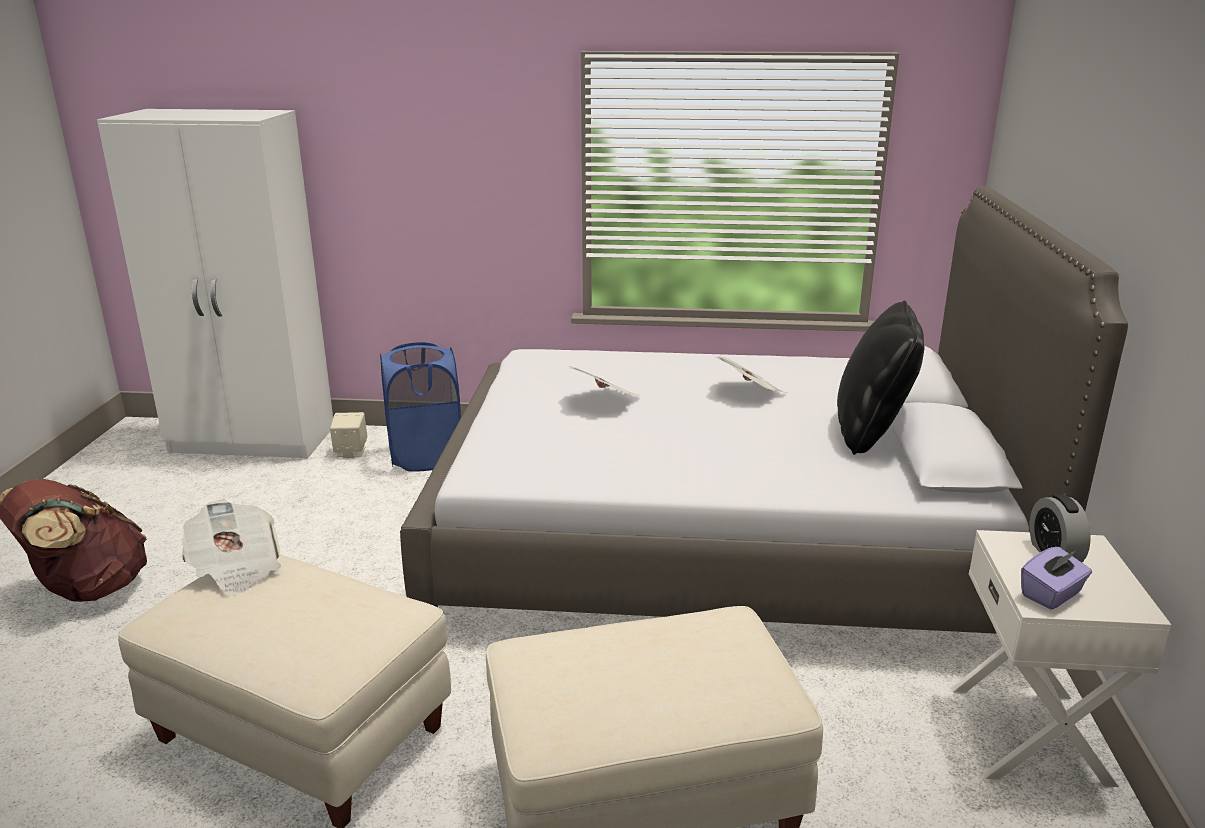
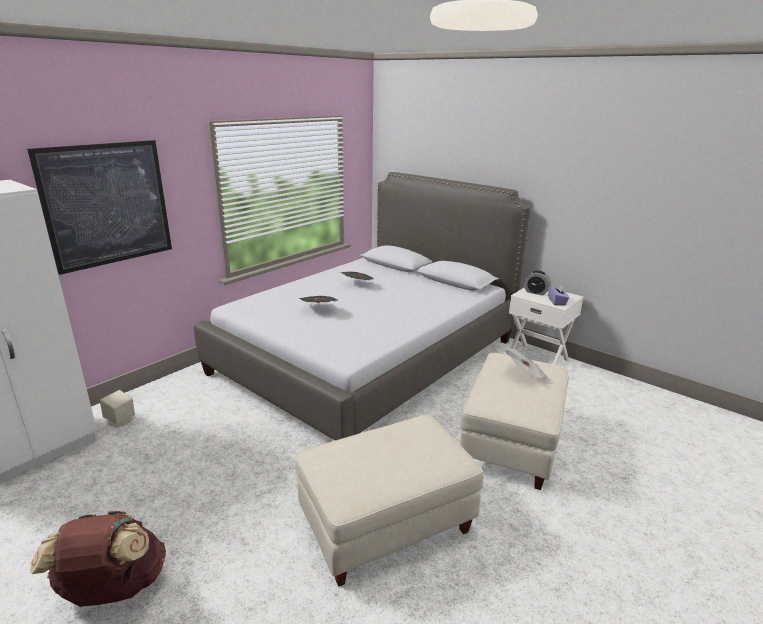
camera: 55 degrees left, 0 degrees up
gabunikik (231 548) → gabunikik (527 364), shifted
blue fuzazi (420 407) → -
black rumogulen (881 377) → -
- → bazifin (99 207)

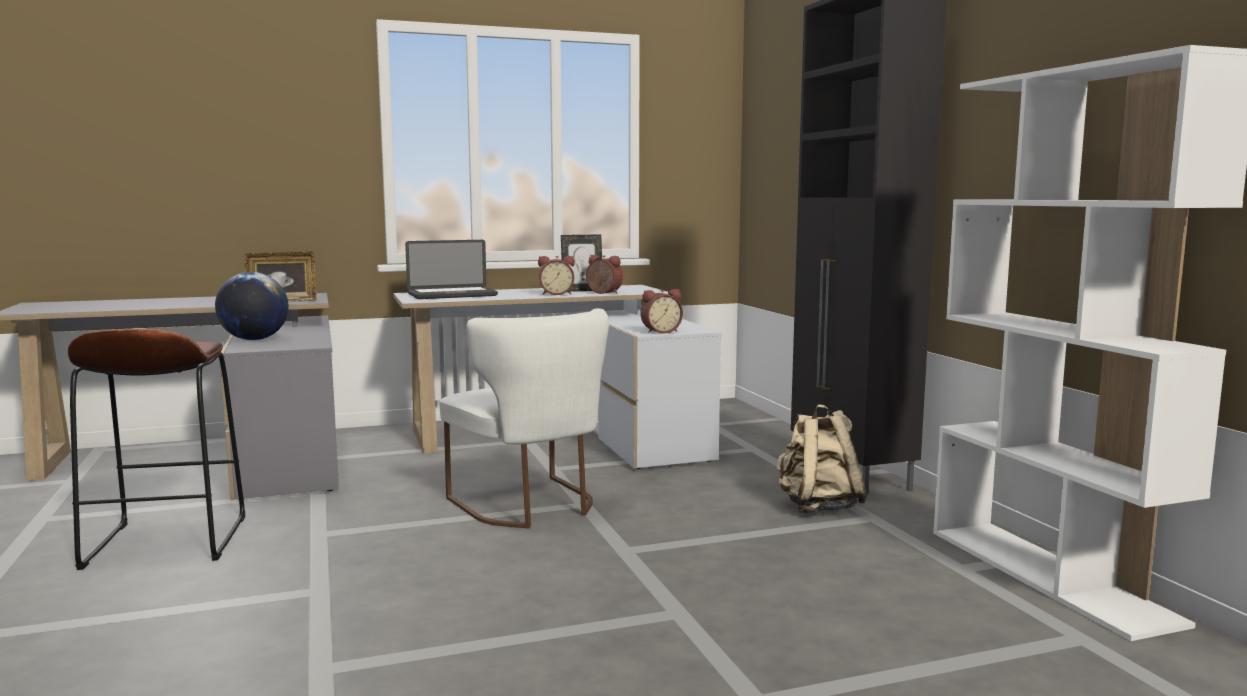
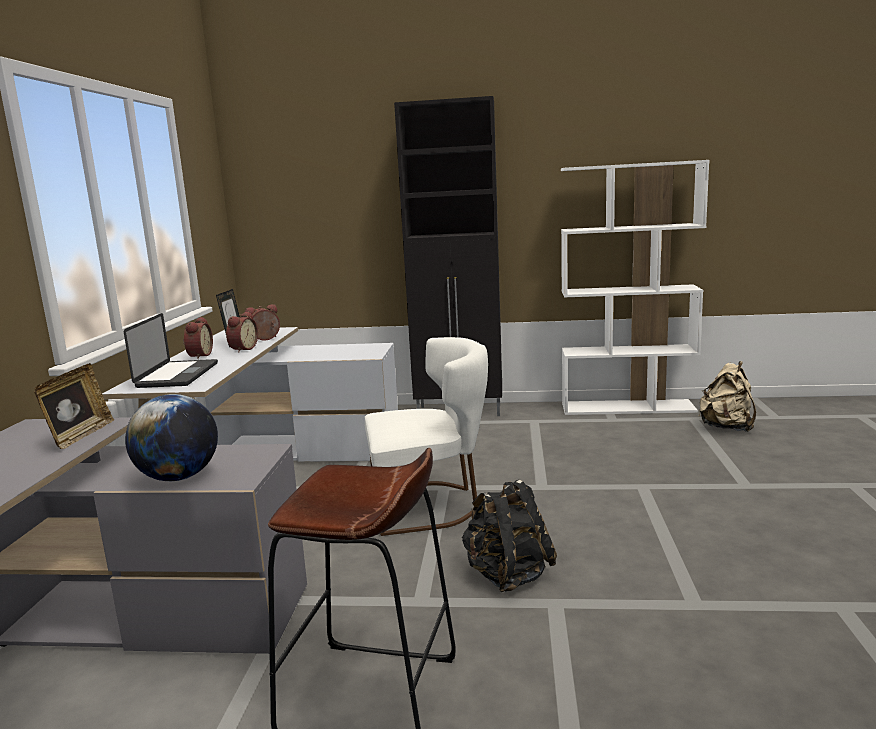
camera: 65 degrees left, 5 degrees up
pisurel (661 311) → pisurel (198 338), shifted
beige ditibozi (822 459) → beige ditibozi (727 396), shifted
- → black ditibozi (509 535)

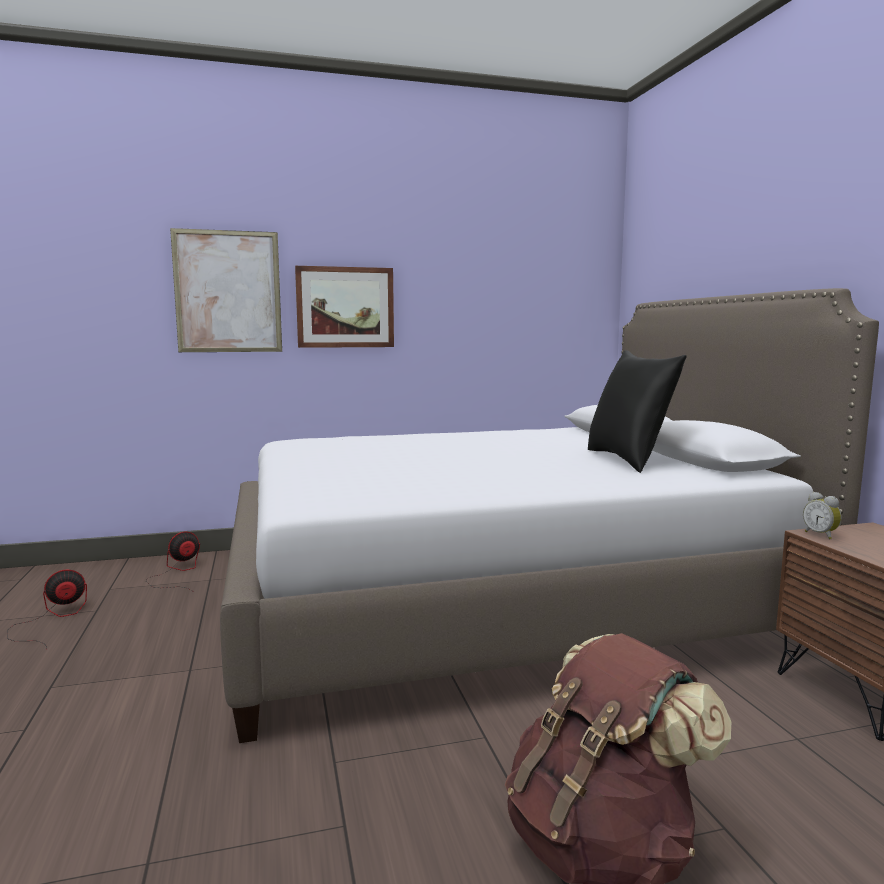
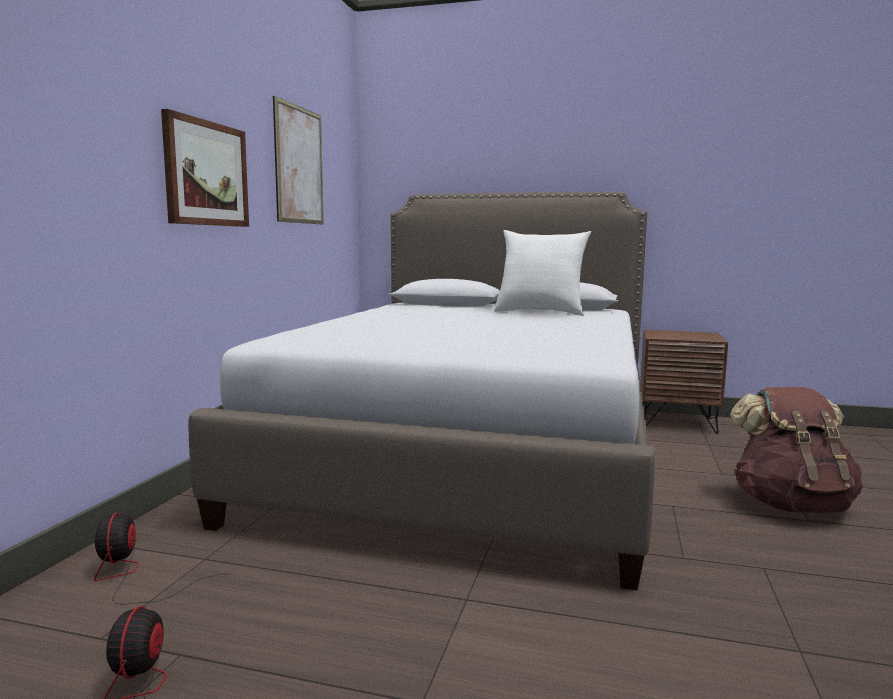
camera: 60 degrees left, 0 degrees up
bazifin (226 290) → bazifin (298 160), shifted
black rumogulen (637 411) → white rumogulen (542 273)
pisurel (822 515) → -

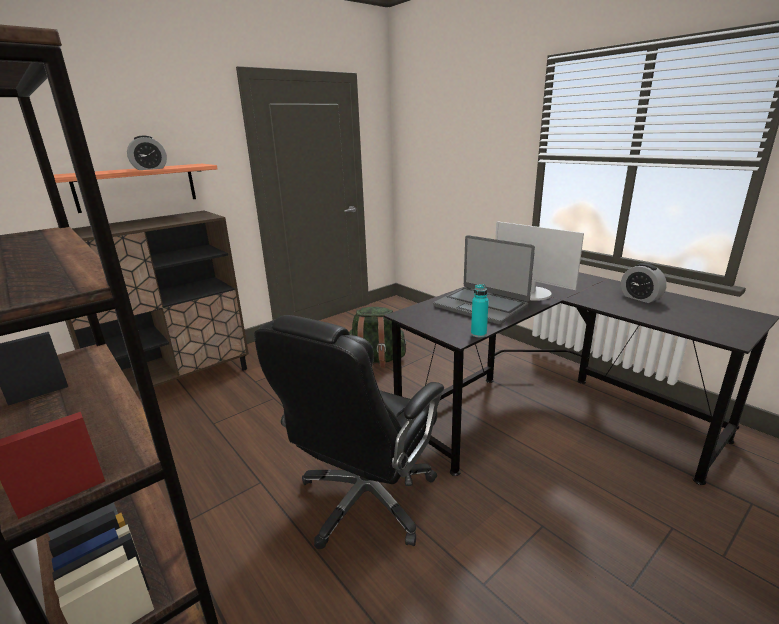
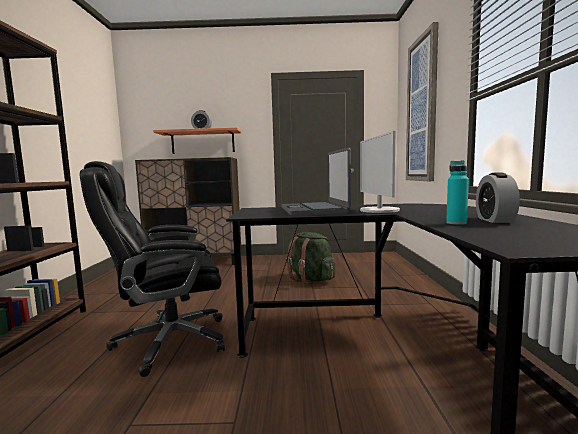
camera: 40 degrees right, 15 degrees down
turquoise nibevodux (480 310) → turquoise nibevodux (457 192), shifted
- → bazifin (422 101)

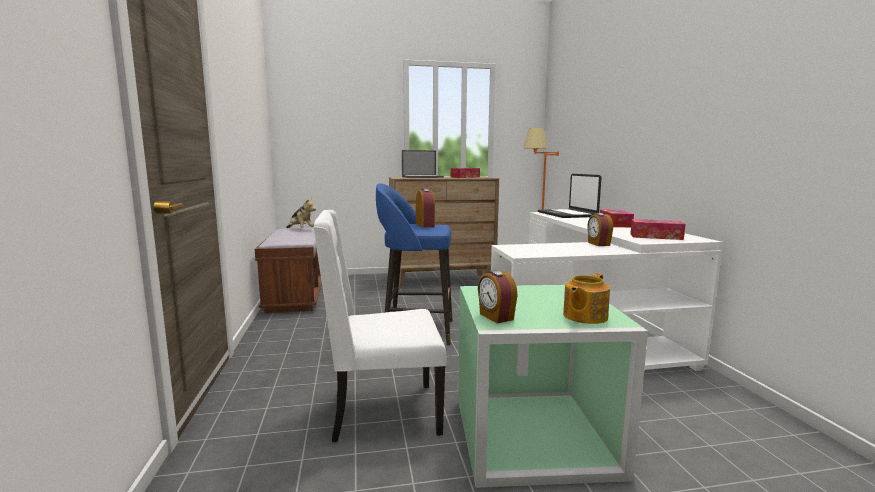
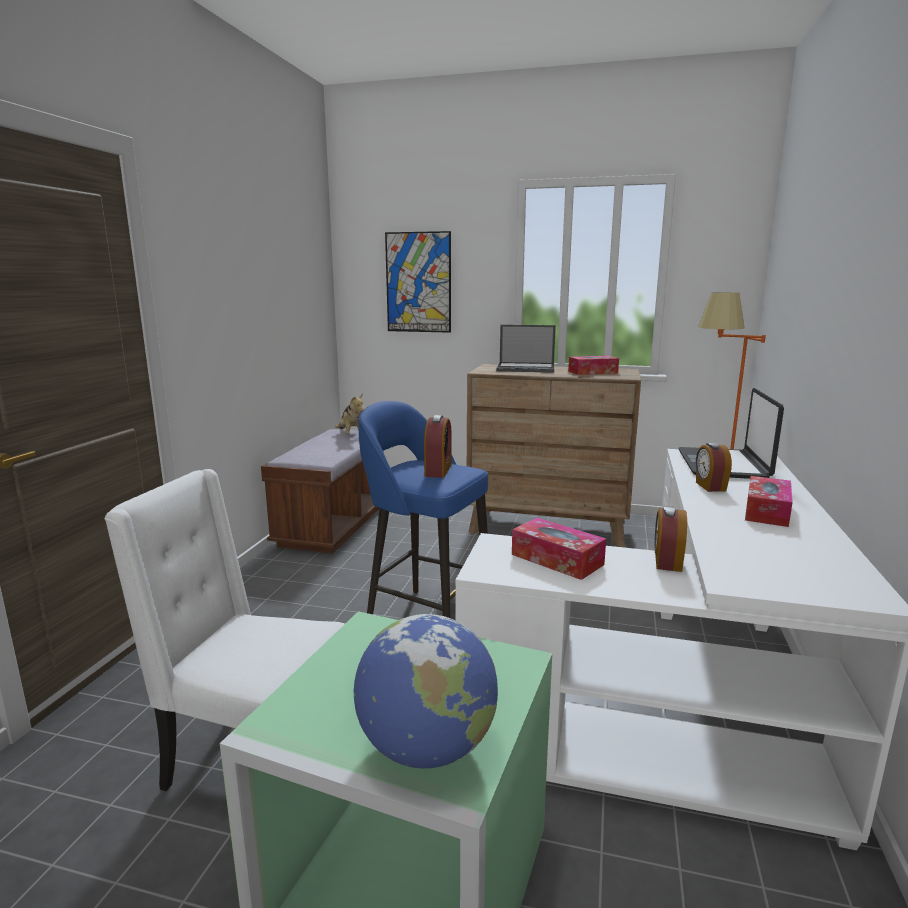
camera: 25 degrees right, 5 degrees up
pisurel (498 296) → pisurel (714 467), shifted
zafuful (586 298) → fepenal (426 691)
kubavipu (658 229) → kubavipu (559 549), shifted
- → bazifin (418 282)

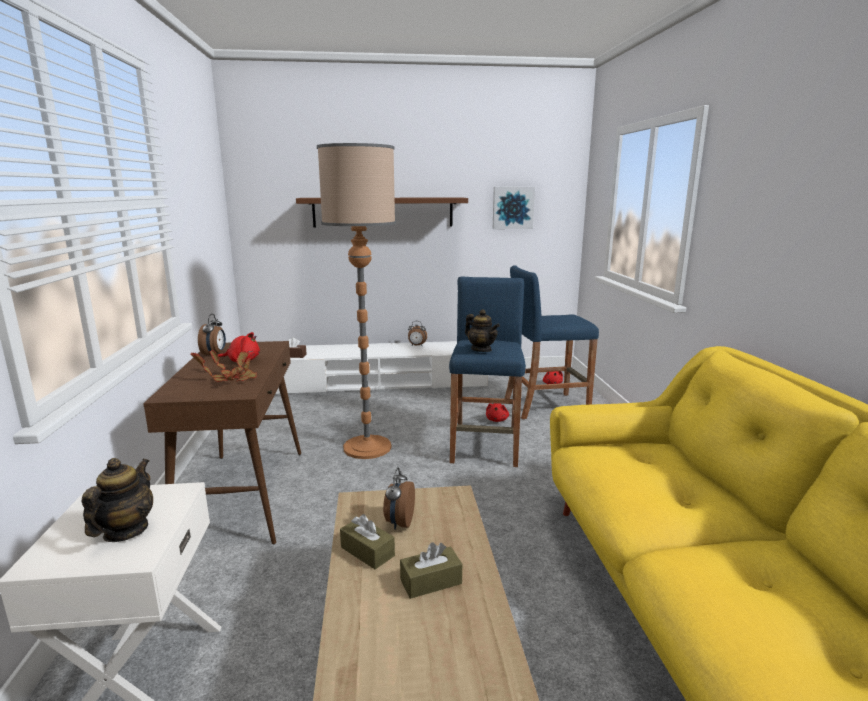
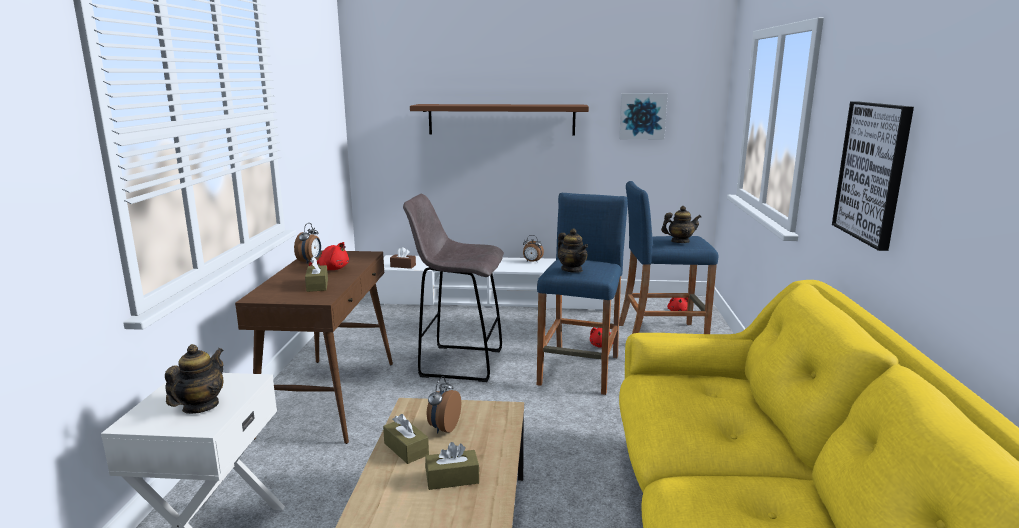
camera: 10 degrees right, 0 degrees up
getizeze (224 366) → brown kubavipu (316 274)
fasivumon (356 301) → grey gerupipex (453 288)
- → zafuful (681 224)
- → bazifin (873 176)

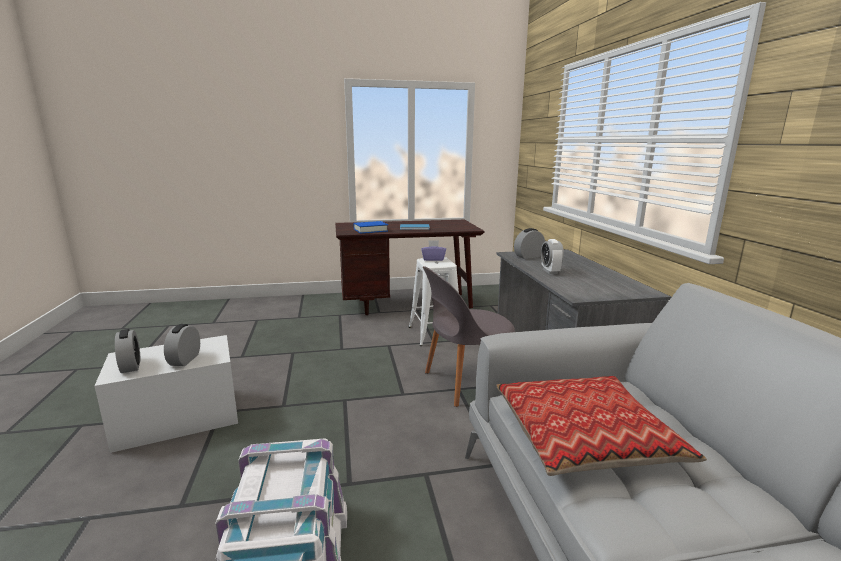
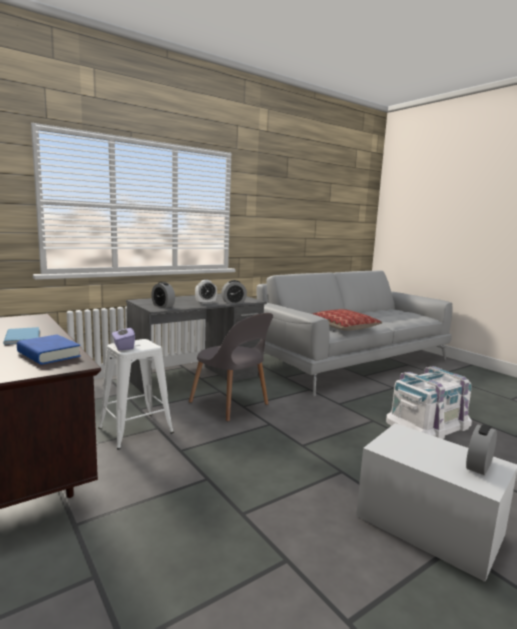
camera: 115 degrees left, 5 degrees down
pisurel (182 345) → pisurel (234 292), shifted

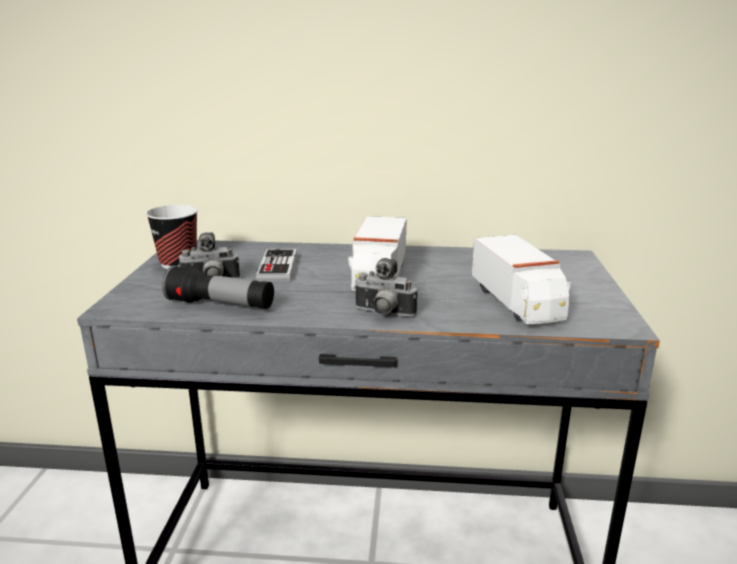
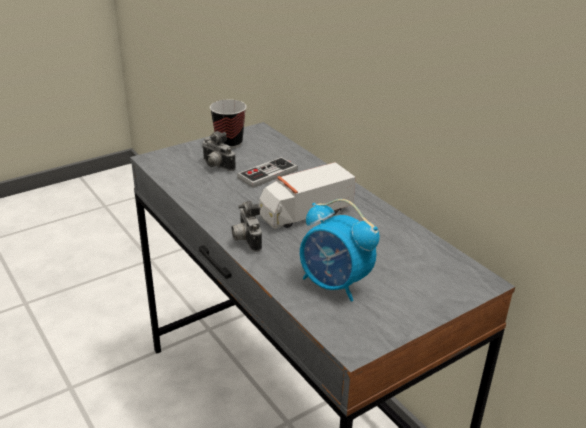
camera: 50 degrees right, 10 degrees up
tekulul (218 287) → -
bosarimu (521 279) → pisurel (340 250)

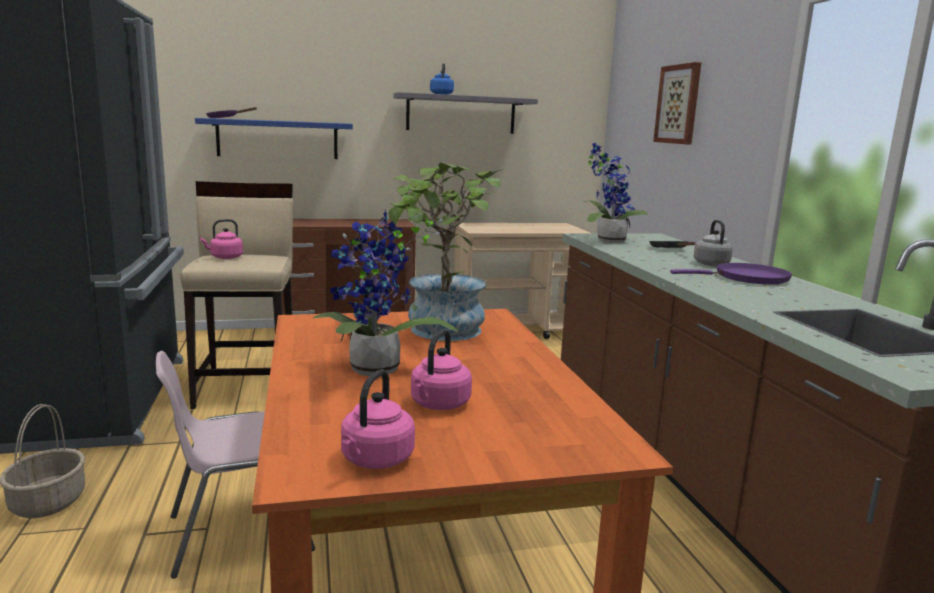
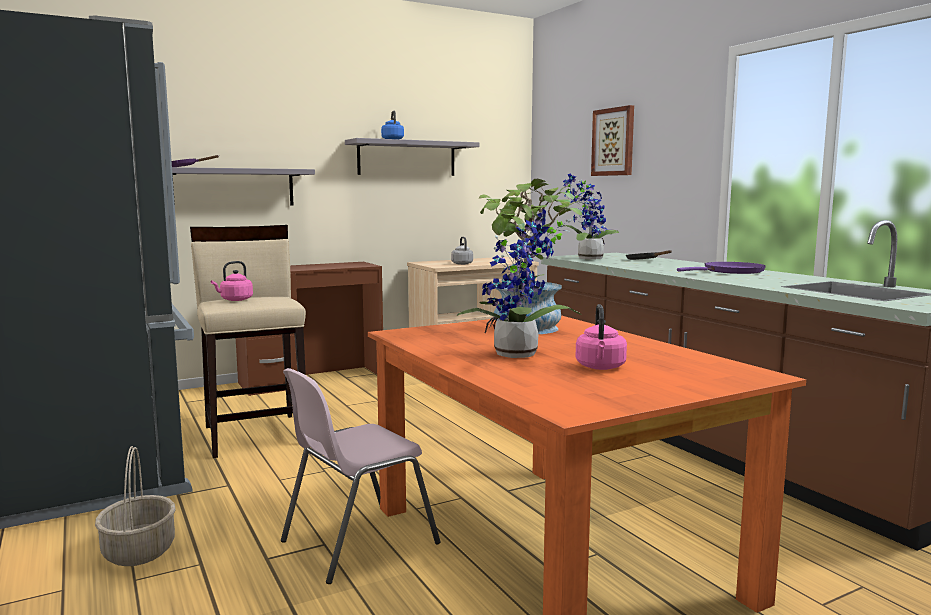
camera: 15 degrees left, 5 degrees down
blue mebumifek (274 138) → grey mebumifek (243 186)
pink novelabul (378 419) → -
grey novelabul (713 243) → grey novelabul (462 251), shifted

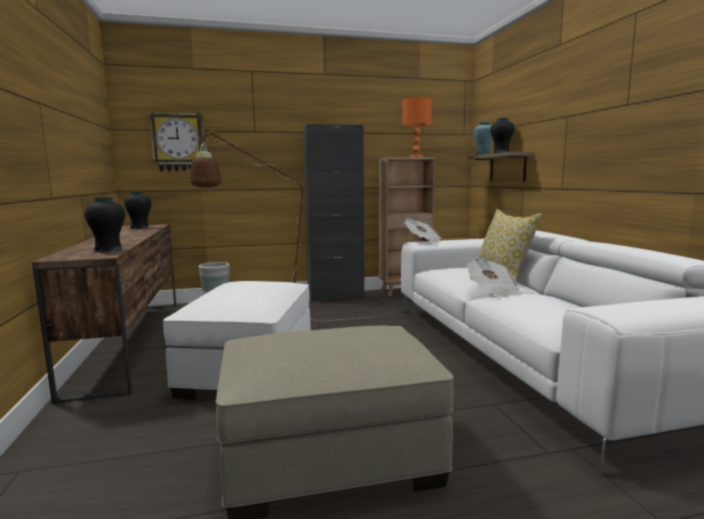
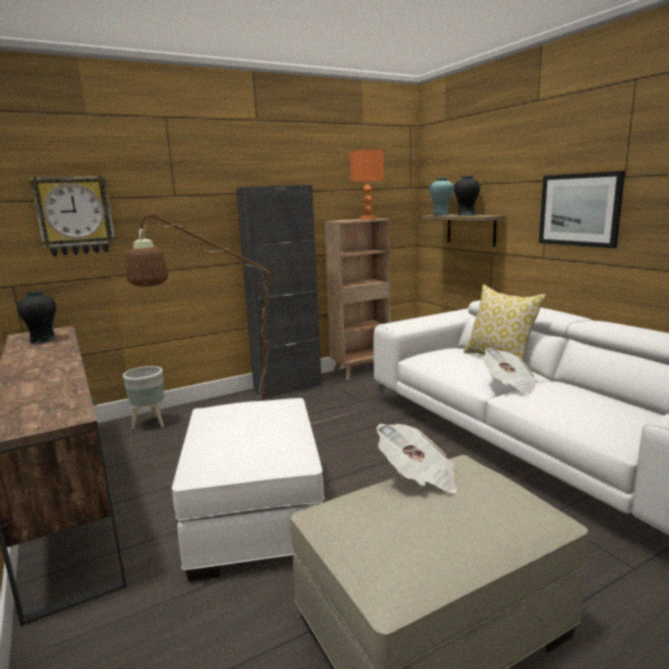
camera: 15 degrees left, 5 degrees up
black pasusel (104 224) → -
gabunikik (422 230) → gabunikik (417 459), shifted
- → bazifin (582 209)

